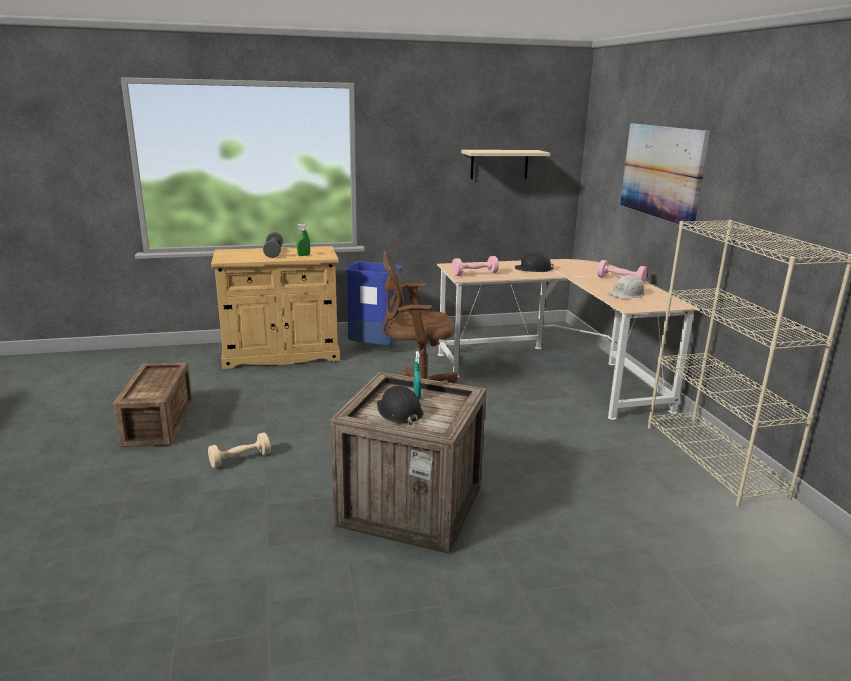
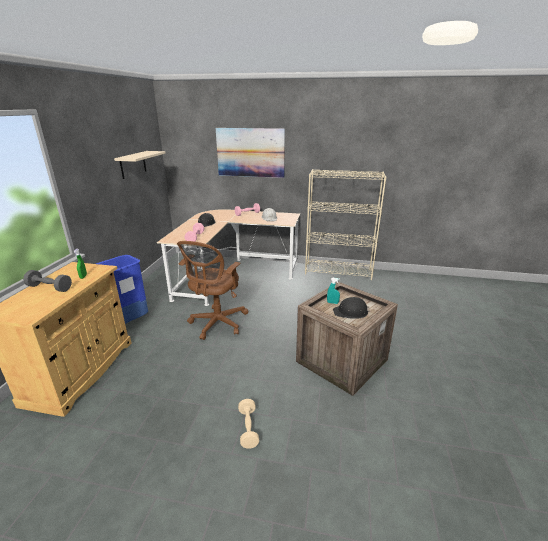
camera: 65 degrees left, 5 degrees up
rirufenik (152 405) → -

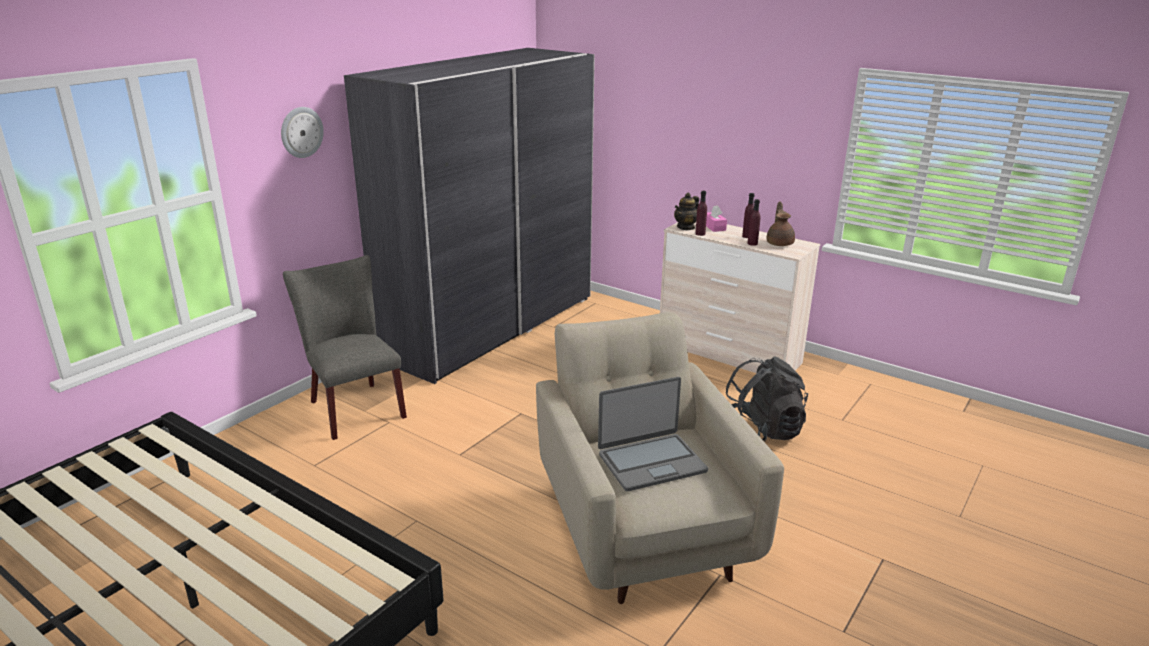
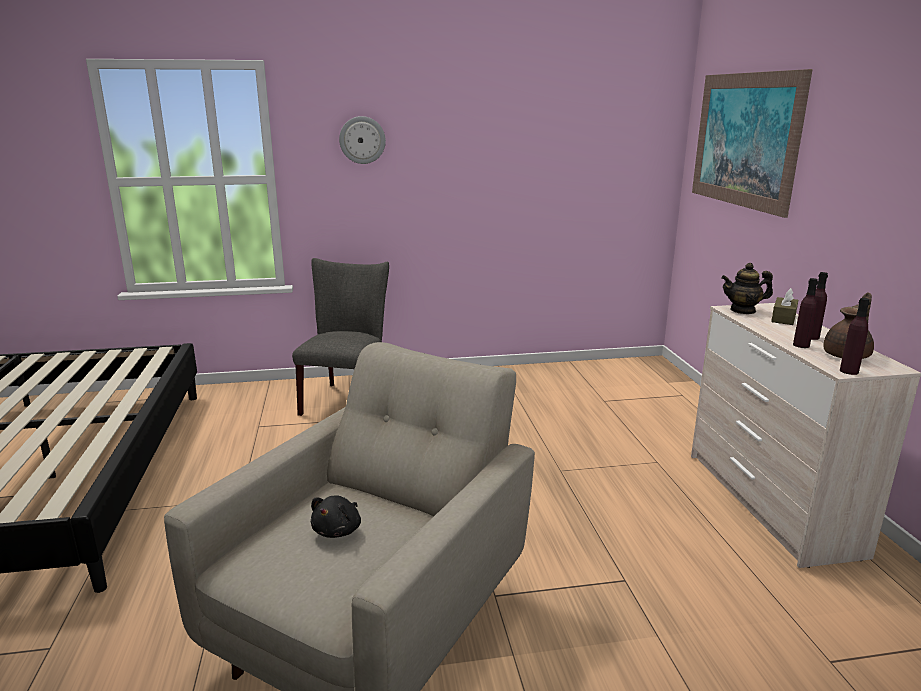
camera: 45 degrees right, 5 degrees down
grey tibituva (469 216) → -
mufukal (653 434) → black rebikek (336 516)
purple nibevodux (701 213) → purple nibevodux (855 336), shifted
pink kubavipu (716 219) → brown kubavipu (784 306)
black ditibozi (767 398) → -
- → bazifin (752 143)

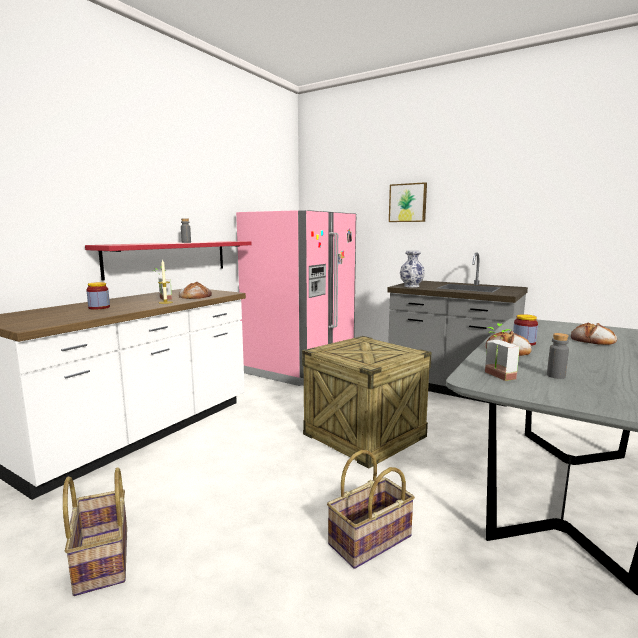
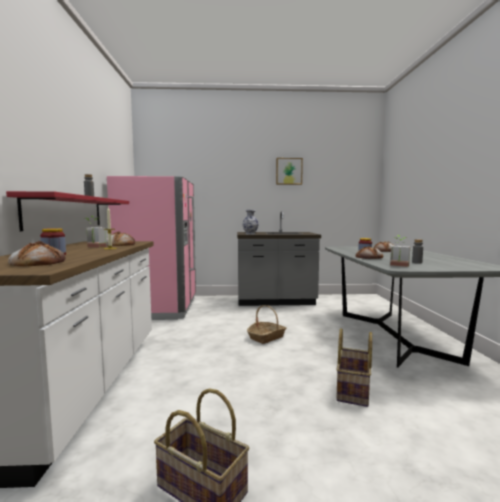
camera: 35 degrees left, 5 degrees down
rirufenik (367 402) → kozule (267 324)
bazifin (408 202) → bazifin (289 171), shifted
- → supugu (36 253)

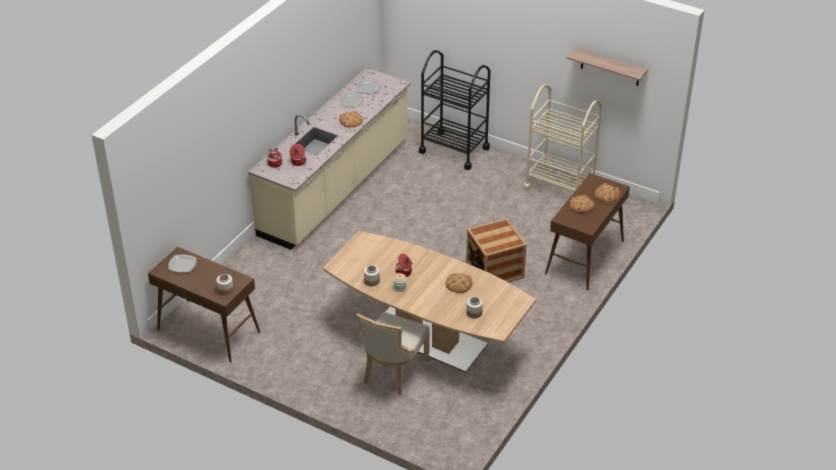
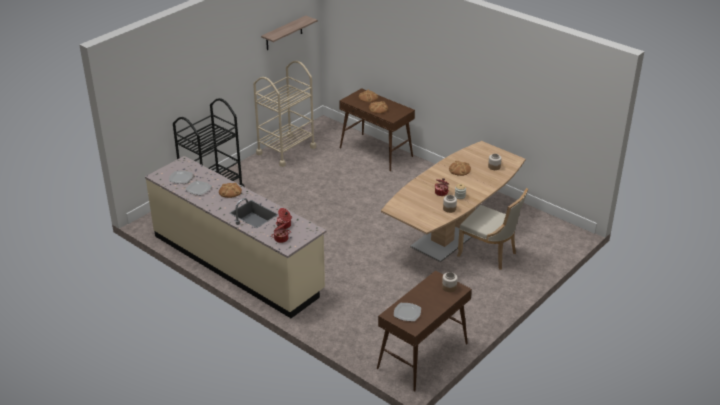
camera: 80 degrees left, 5 degrees down
rirufenik (496 250) → -

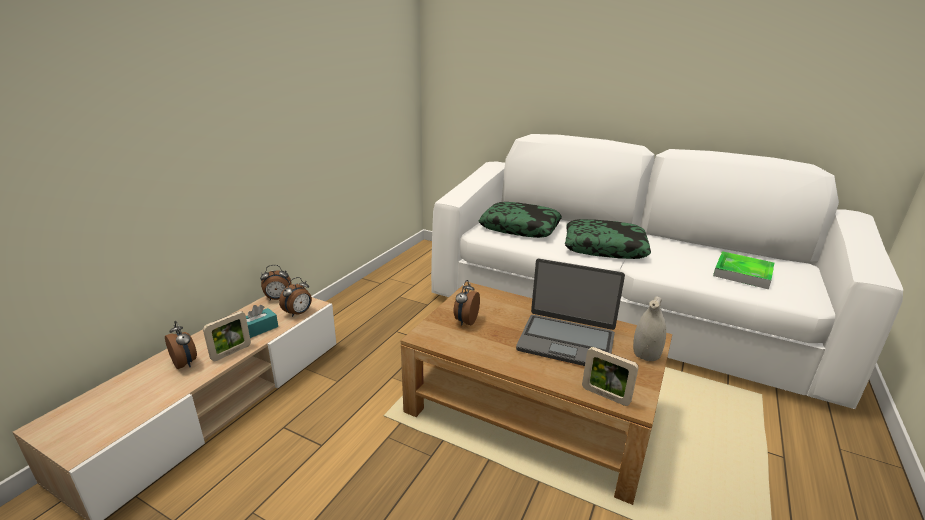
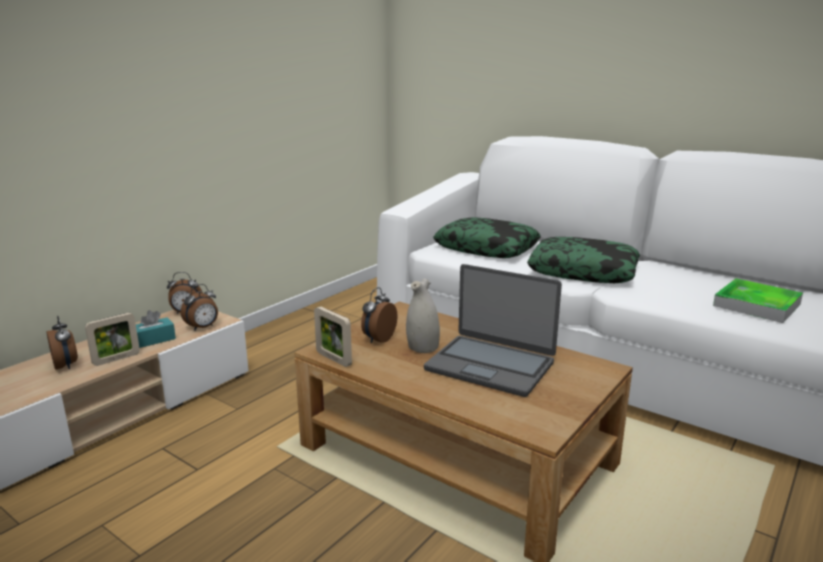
camera: 10 degrees right, 5 degrees down
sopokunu (610 376) → sopokunu (333 336), shifted
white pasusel (649 329) → white pasusel (423 315), shifted

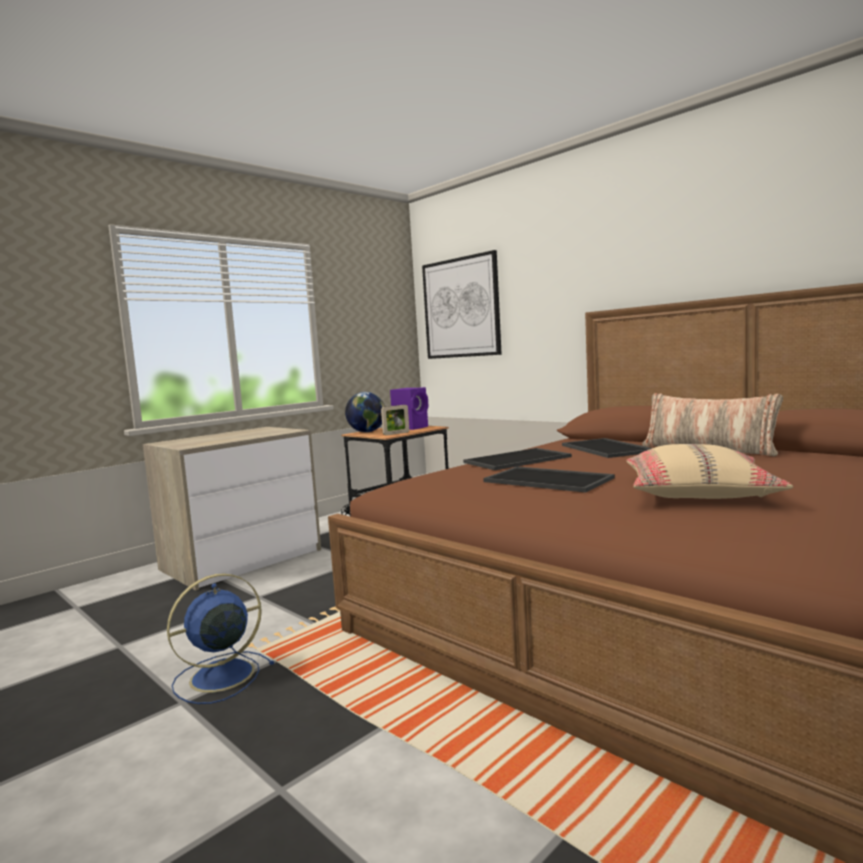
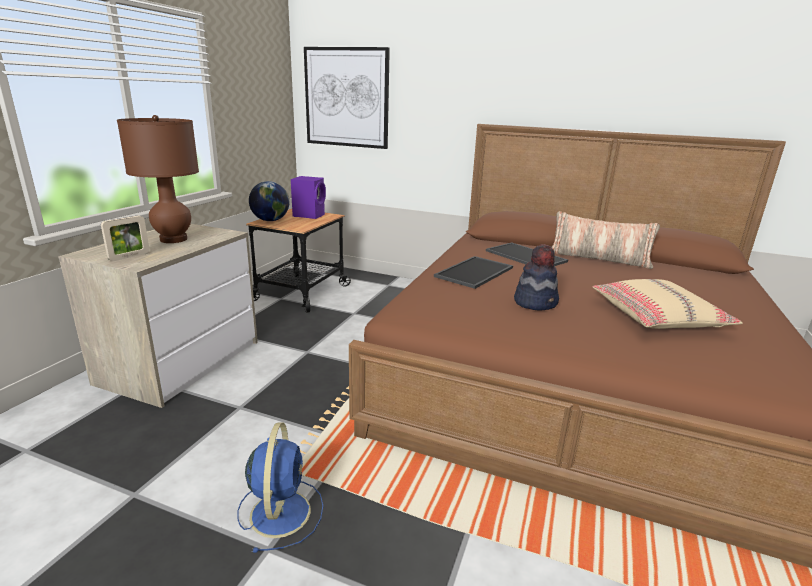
camera: 25 degrees left, 15 degrees up
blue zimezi (221 638) → blue zimezi (280 488), 150 degrees clockwise
sopokunu (395 420) → sopokunu (125 238), shifted
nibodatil (549 480) → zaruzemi (536 277)
- → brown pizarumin (158 179)

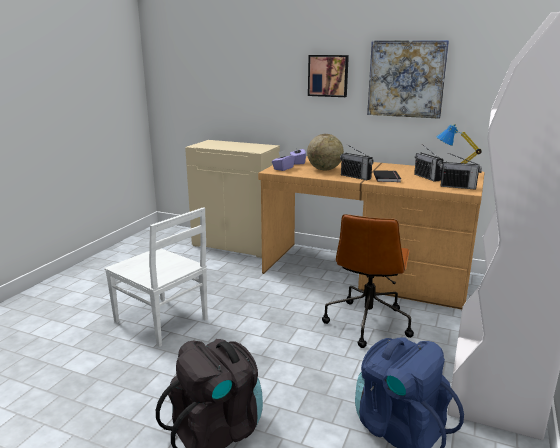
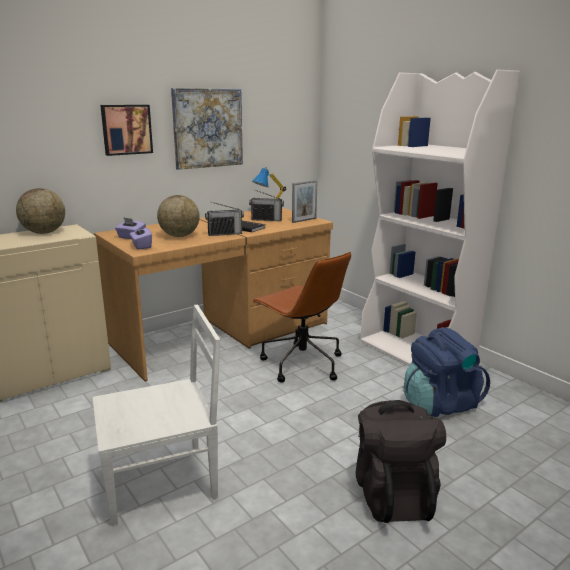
camera: 60 degrees left, 0 degrees up
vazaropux (461 171) → sopokunu (305 201)
- → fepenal (40 211)

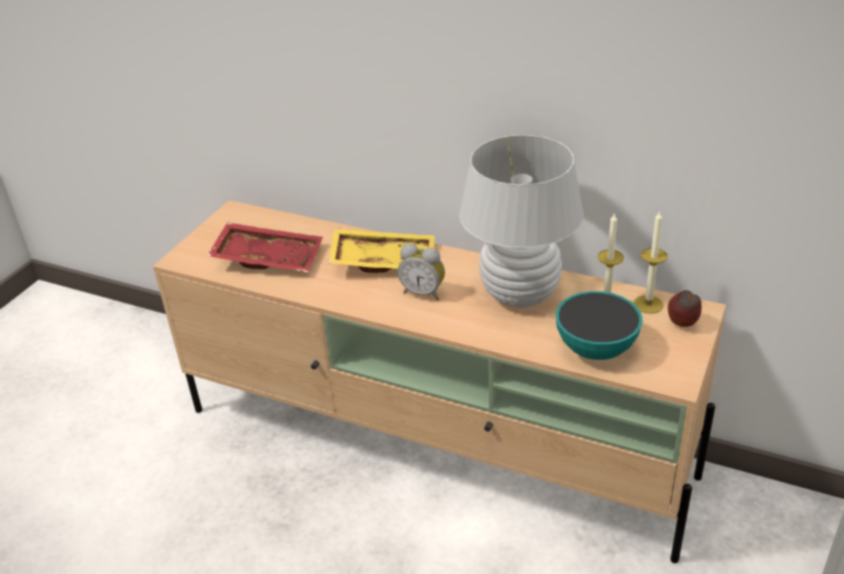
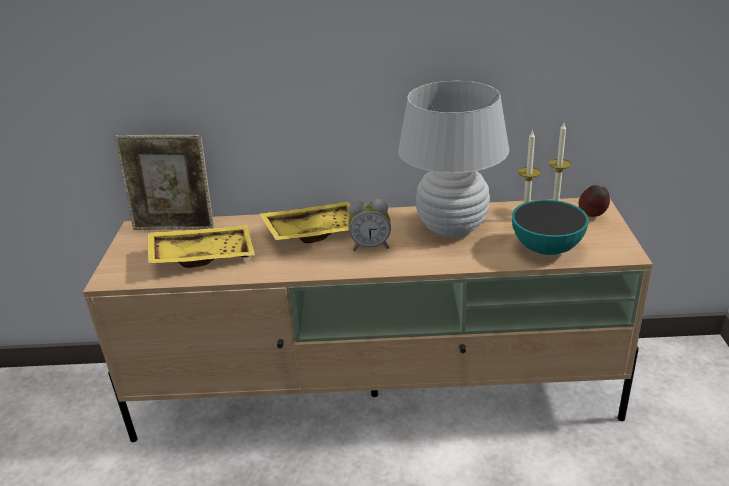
camera: 25 degrees left, 5 degrees down
red nibodatil (265 247) → yellow nibodatil (201 246)
- → sopokunu (164 182)

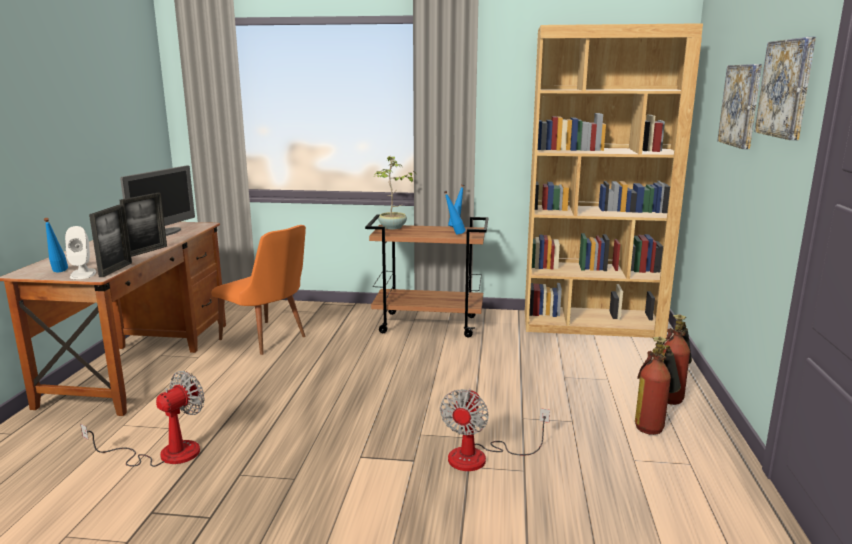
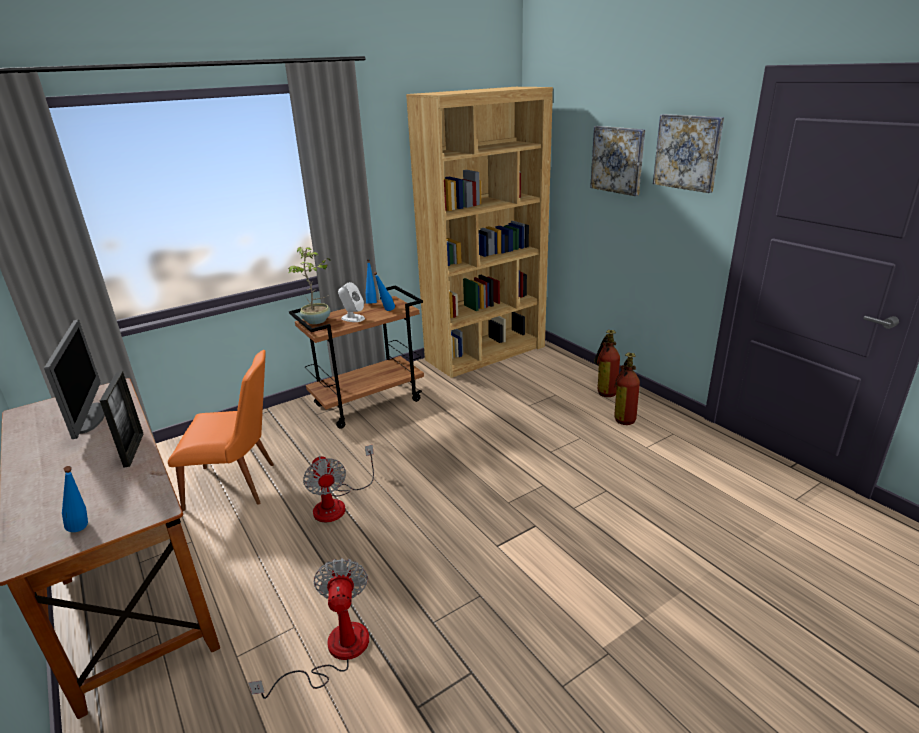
camera: 40 degrees left, 10 degrees up
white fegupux (80 252) → white fegupux (351 302), shifted
sopokunu (110 240) → -
zimezi (495 429) → zimezi (338 483), shifted

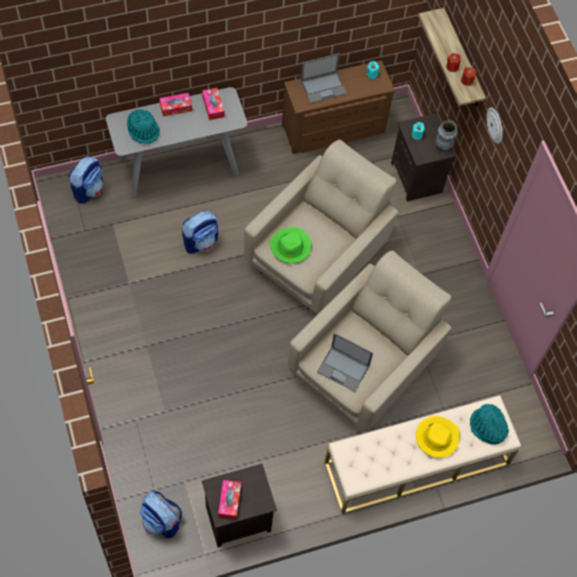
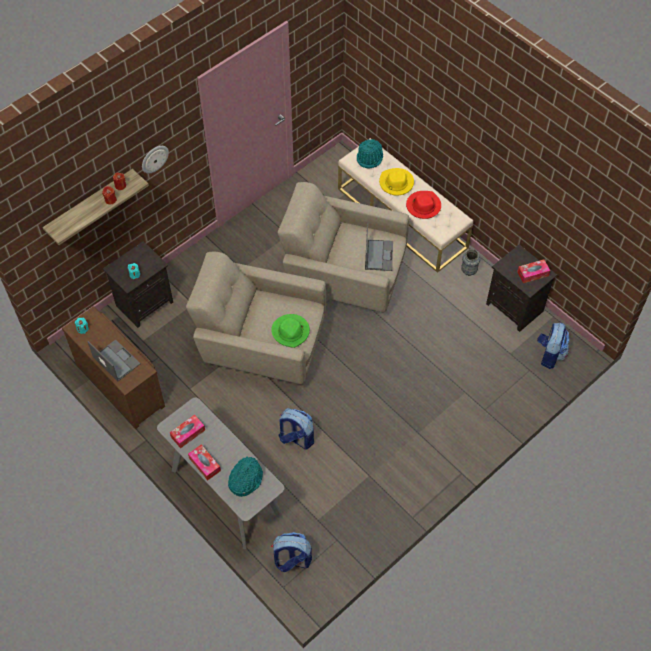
camera: 110 degrees left, 5 degrees down
pasusel (446 135) → pasusel (470 262), shifted
- → red zaruzemi (423 205)

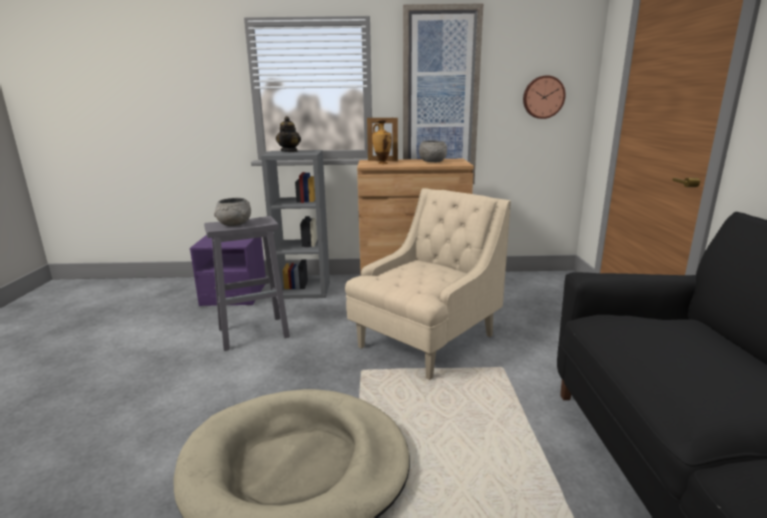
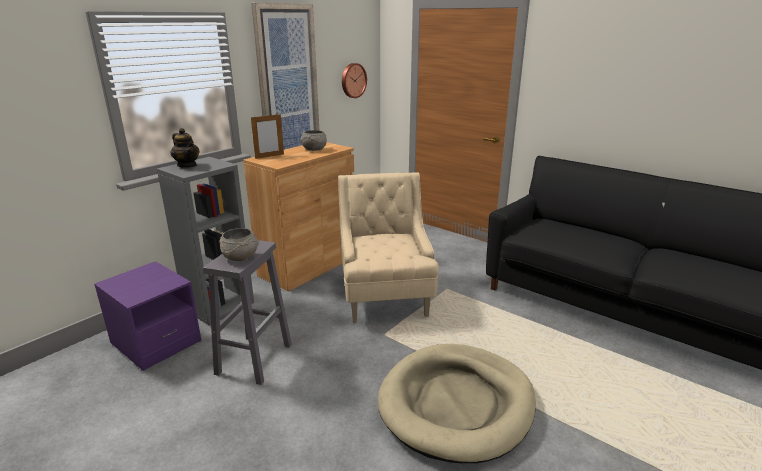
camera: 50 degrees left, 5 degrees up
pasusel (382 142) → -

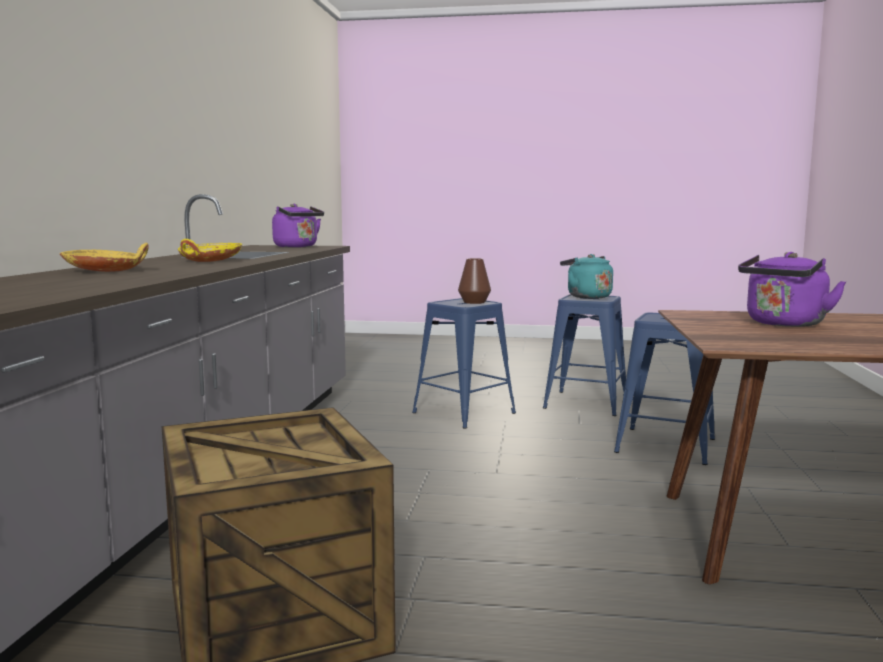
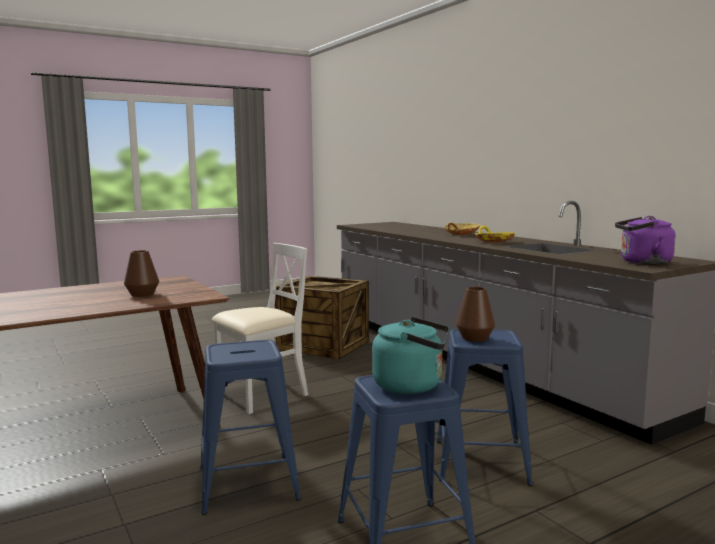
camera: 140 degrees right, 0 degrees up
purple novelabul (792 289) → brown pasusel (141 273)
- → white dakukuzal (260 328)

